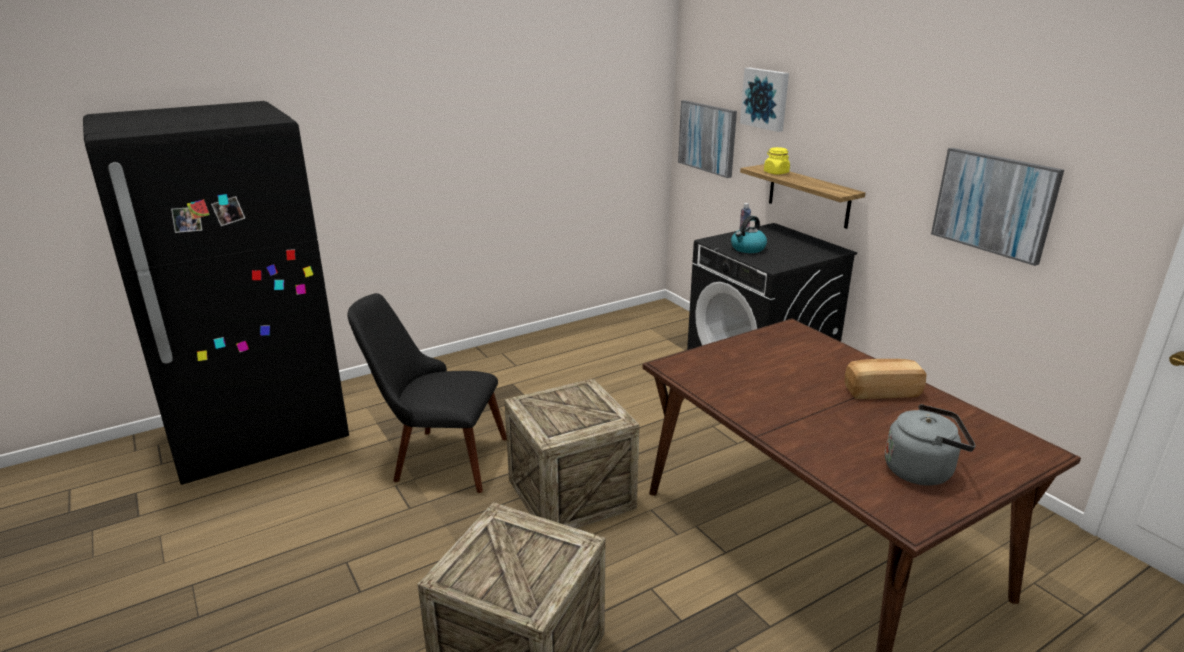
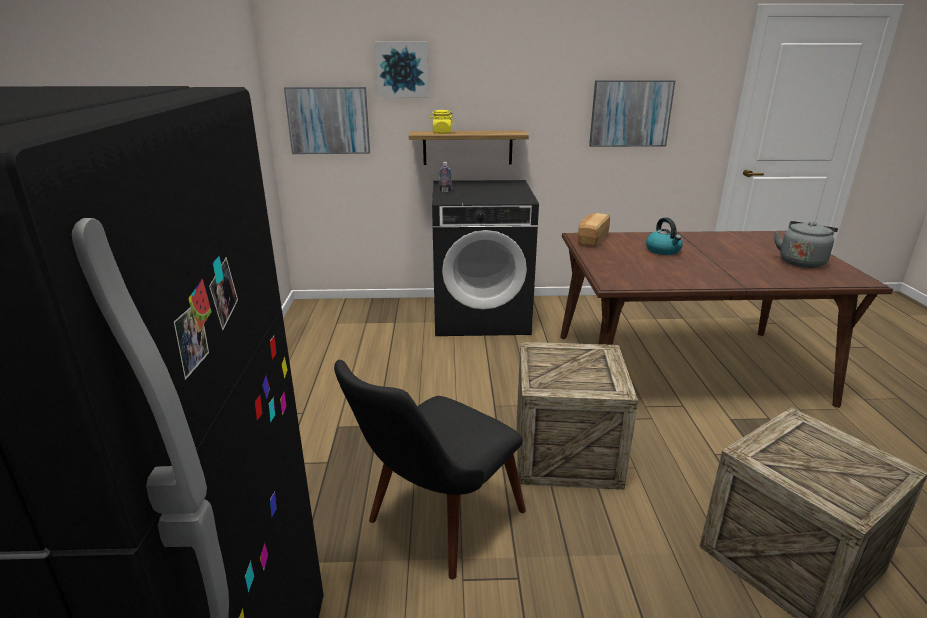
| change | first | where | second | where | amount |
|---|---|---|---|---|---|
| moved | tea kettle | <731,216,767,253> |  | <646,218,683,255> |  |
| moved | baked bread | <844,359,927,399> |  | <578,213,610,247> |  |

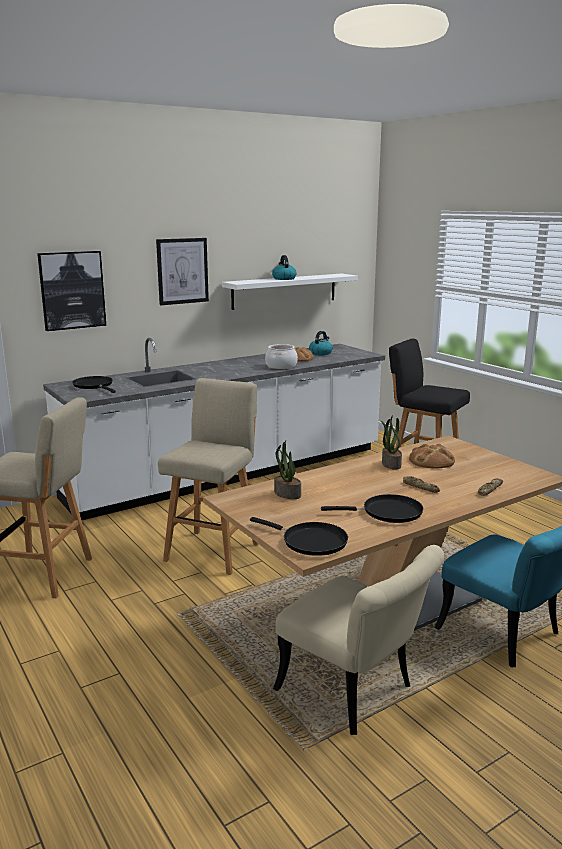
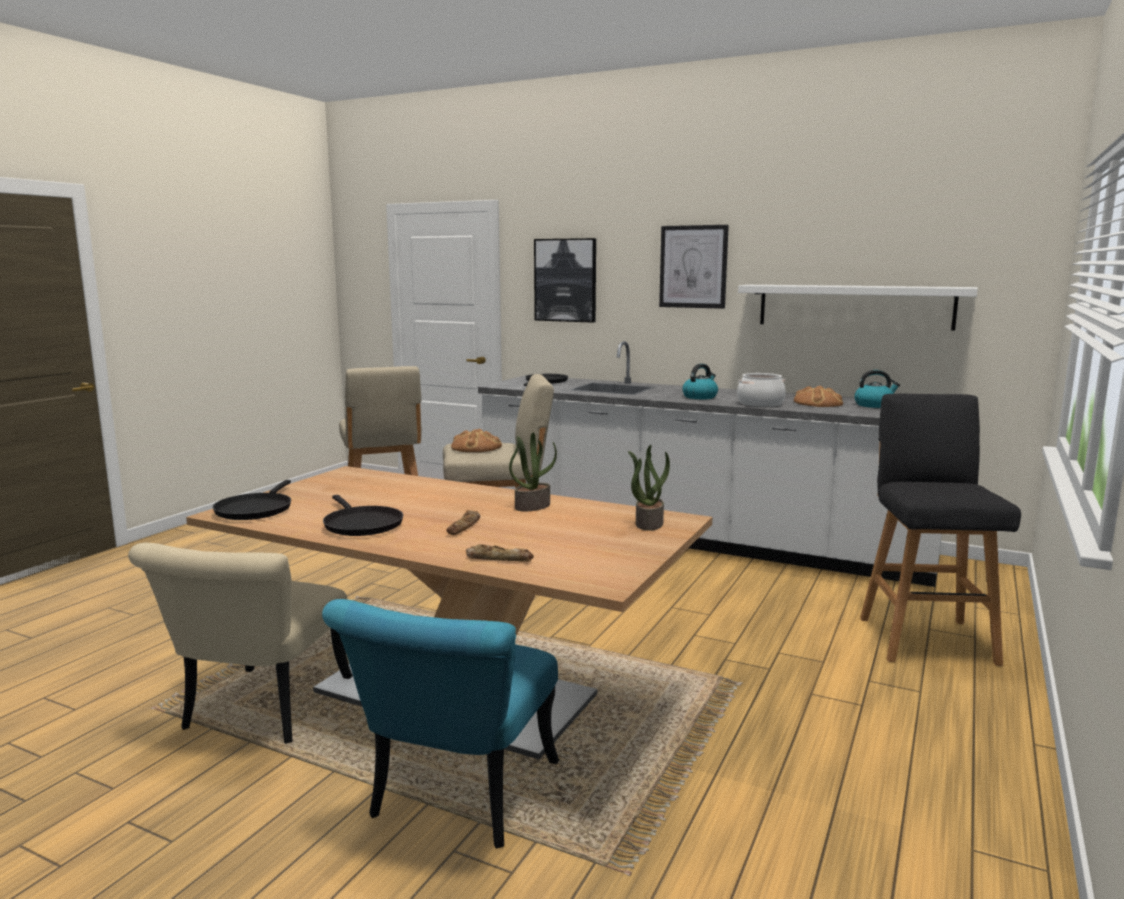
| change | first | where | second | where | amount |
|---|---|---|---|---|---|
| moved | tea kettle | <272,255,297,280> |  | <682,364,718,399> |  |
| moved | potted plant | <274,440,301,499> |  | <628,445,670,531> |  |
| moved | baked bread | <409,444,455,468> |  | <451,429,502,452> |  |

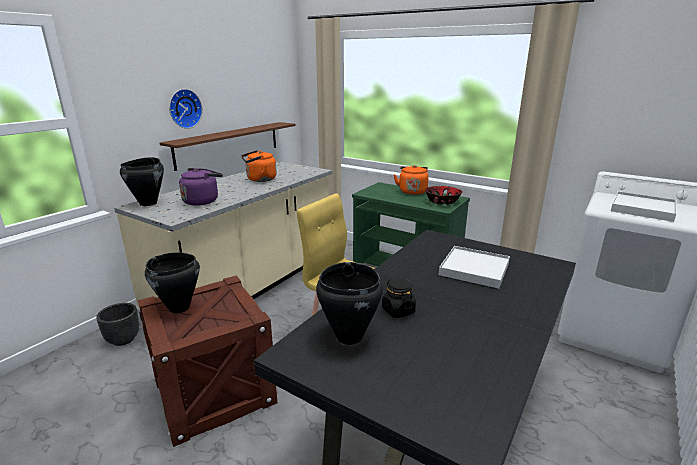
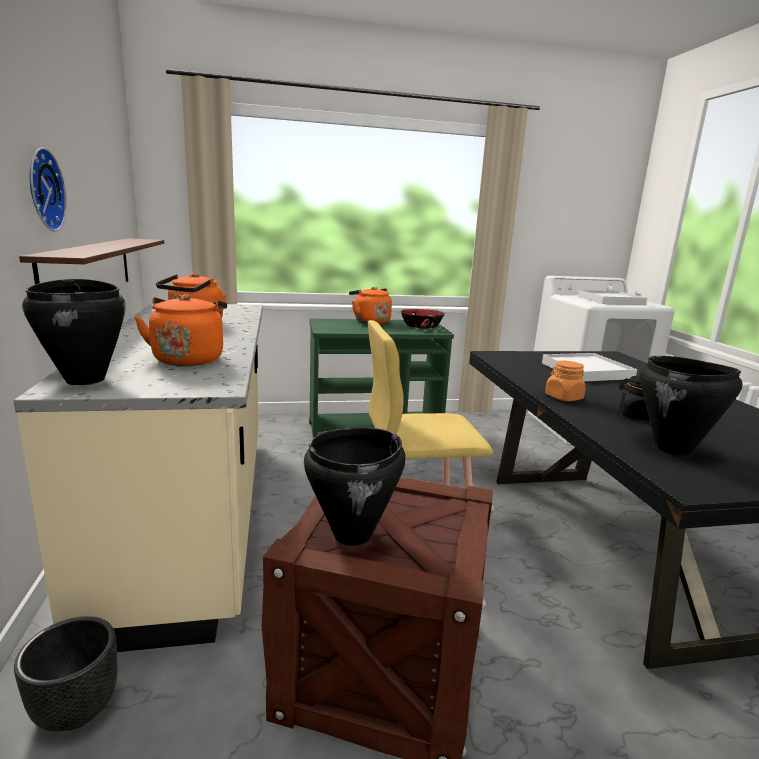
| change | first | where | second | where | amount |
|---|---|---|---|---|---|
| recoloured | tea kettle (purplish) | <179,168,223,206> | tea kettle (orange-coloured) | <134,294,227,366> |  |
| added |  |  | storage jar (orange-coloured) | <545,361,586,401> |  |

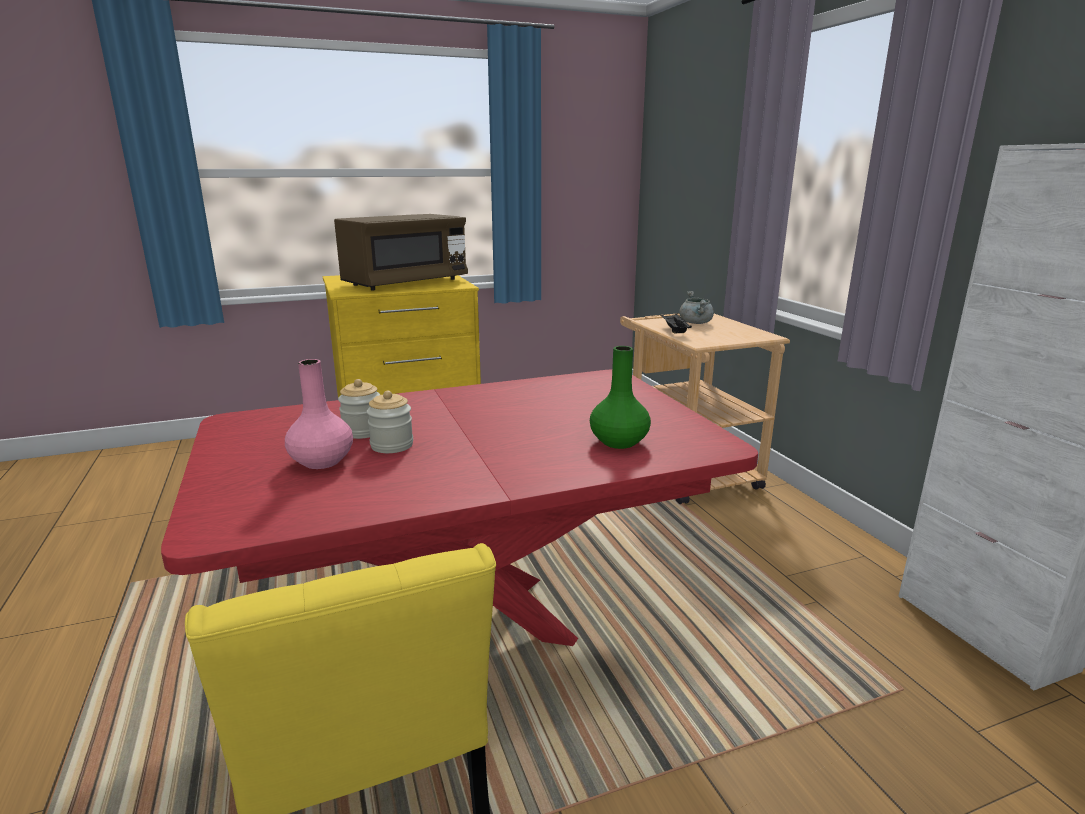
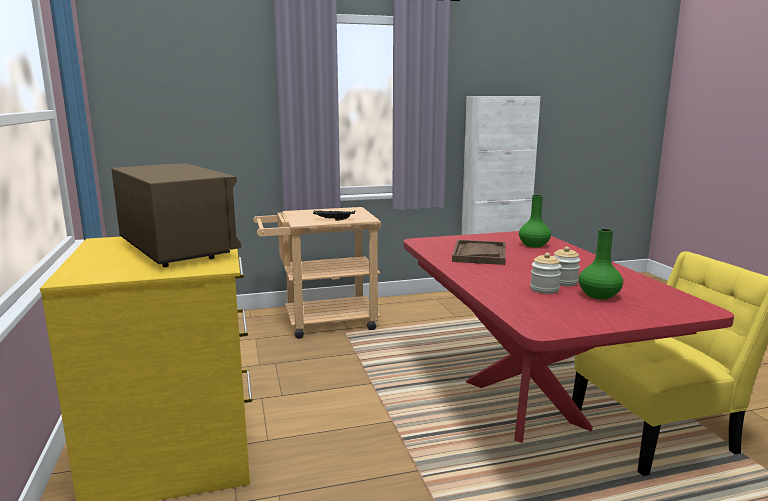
| change | first | where | second | where | amount |
|---|---|---|---|---|---|
| recoloured | decorative vase (pink) | <285,359,353,469> | decorative vase (green-coloured) | <579,229,623,299> |  |
| removed | saucepot (gray) | <679,291,714,324> |  |  |  |
| added |  |  | tray (brownish) | <452,240,505,265> |  |

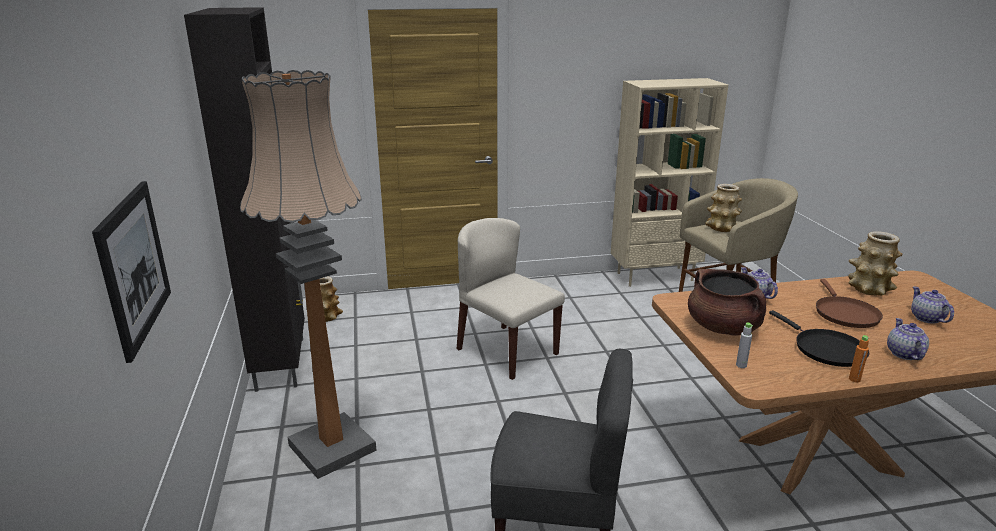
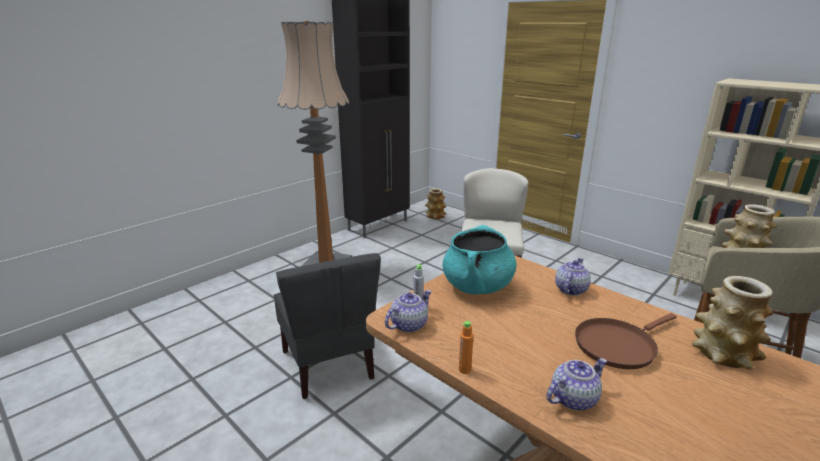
| change | first | where | second | where | amount |
|---|---|---|---|---|---|
| removed | picture | <92,181,171,363> |  |  |  |
| recoloured | saucepot (brownish) | <688,269,766,336> | saucepot (turquoise-coloured) | <443,225,517,294> |  |
| removed | frying pan (black) | <769,310,869,367> |  |  |  |
| moved | tea pot | <911,287,954,324> |  | <385,290,431,332> |  |

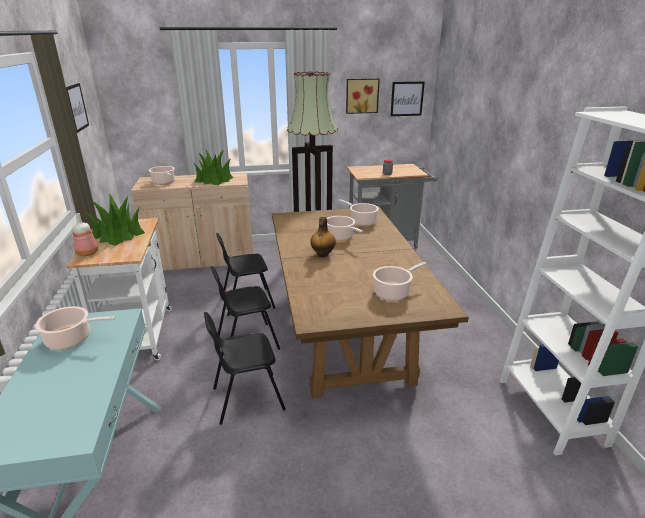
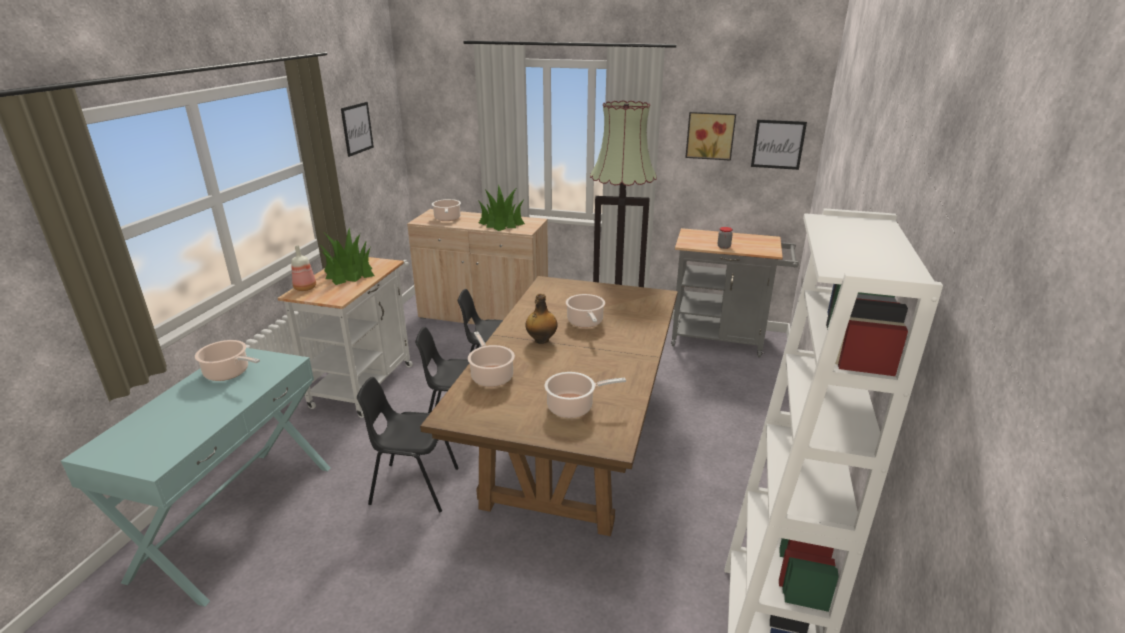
| change | first | where | second | where | amount |
|---|---|---|---|---|---|
| moved | saucepot | <338,199,379,226> |  | <468,332,515,387> |  |

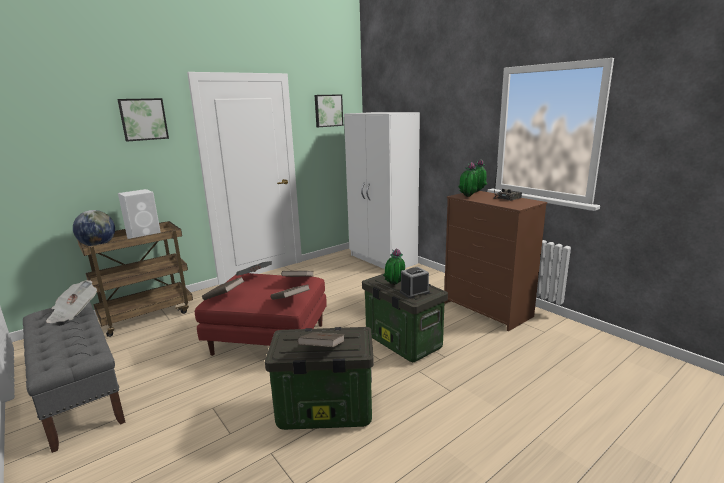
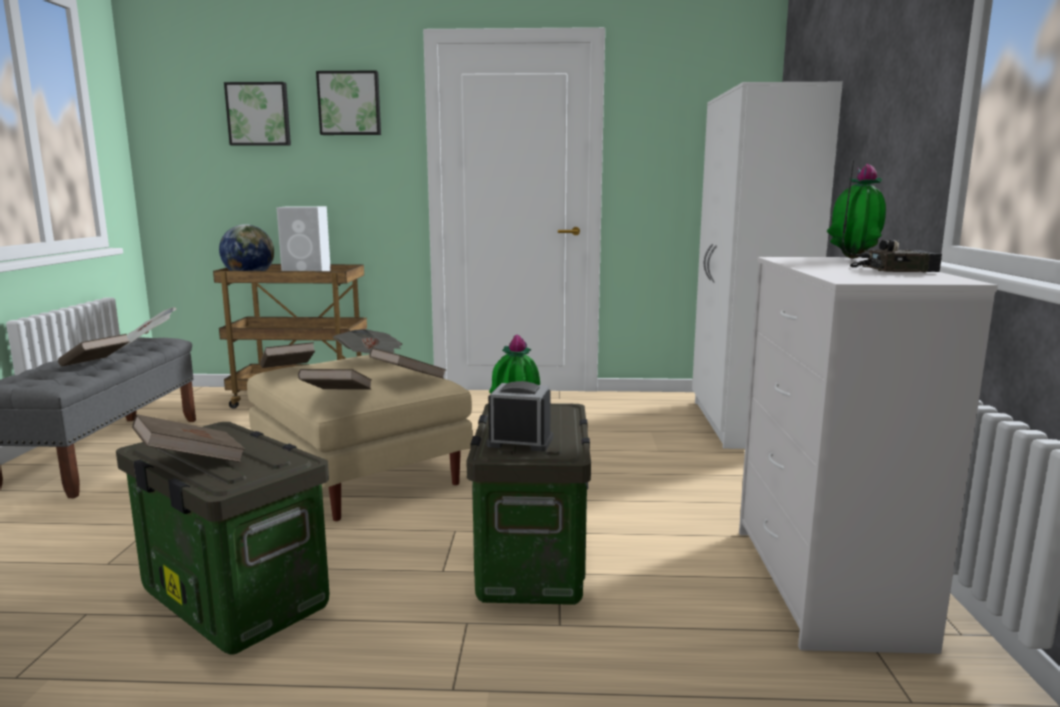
| change | first | where | second | where | amount |
|---|---|---|---|---|---|
| recoloured | footrest (reddish) | <195,273,327,356> | footrest (beige) | <247,355,473,521> |  |
| moved | picture | <315,94,343,127> |  | <224,82,291,146> |  |
| recoloured | drawer chest (brownish) | <444,191,547,331> | drawer chest (white) | <739,257,998,654> |  |
| removed | potted plant | <458,162,479,197> |  |  |  |
| added |  |  | volume (brownish) | <58,334,130,366> |  |

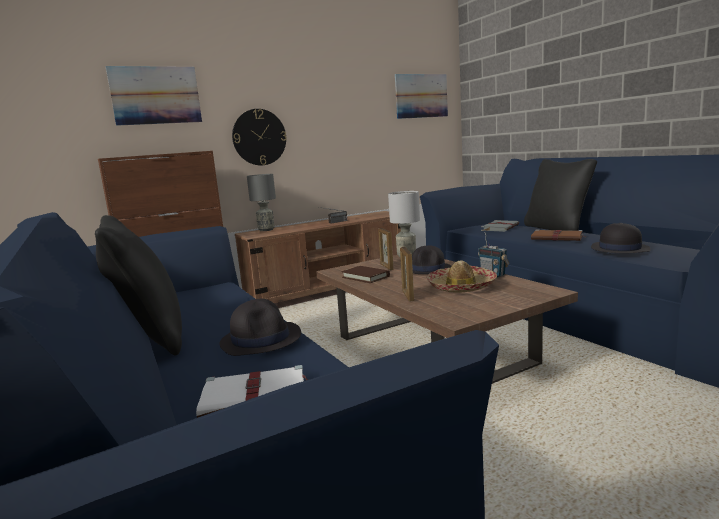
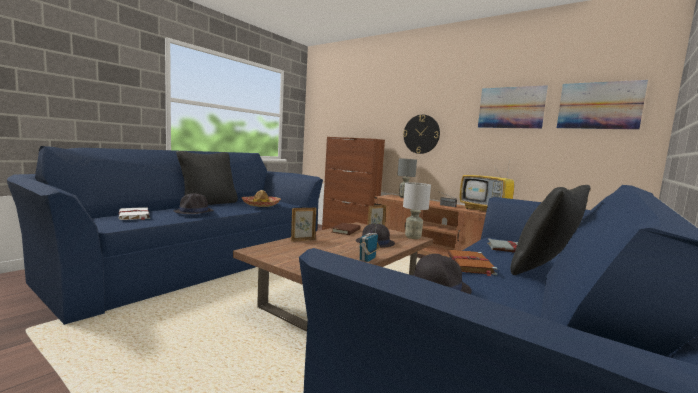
| change | first | where | second | where | amount |
|---|---|---|---|---|---|
| moved | picture | <106,66,202,126> |  | <478,85,548,129> |  |
| moved | clothing hat | <427,260,497,293> |  | <242,190,281,207> |  |
| added |  |  | TV | <460,158,514,211> |  |

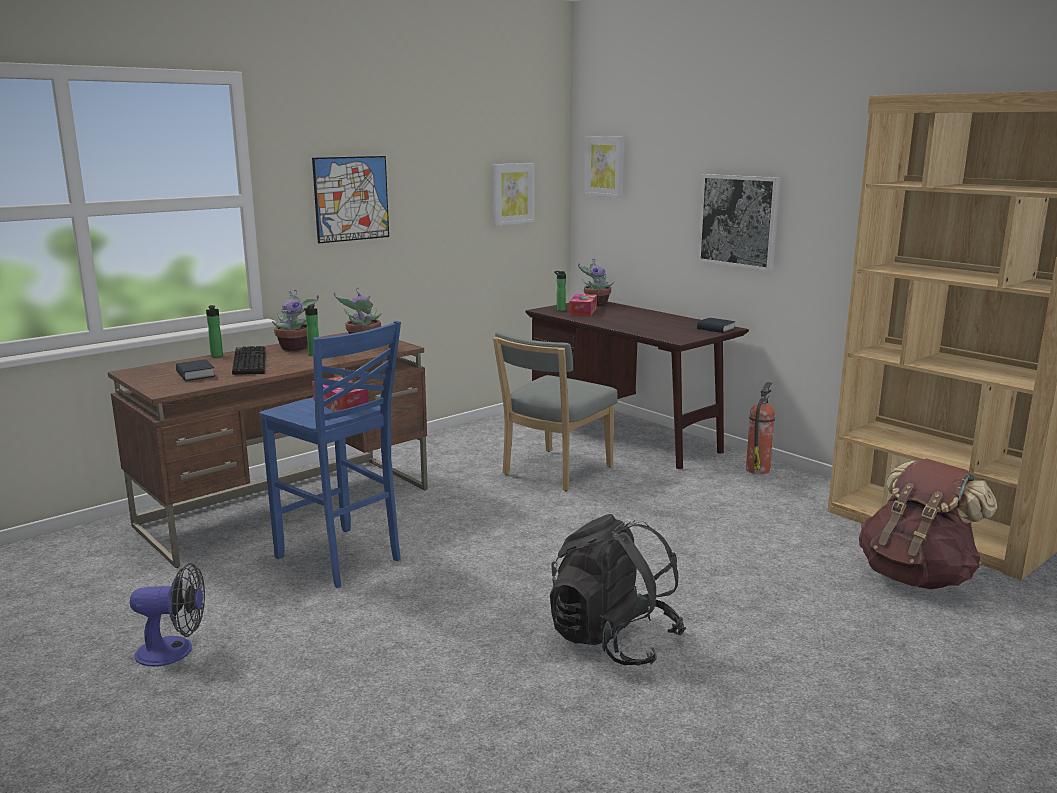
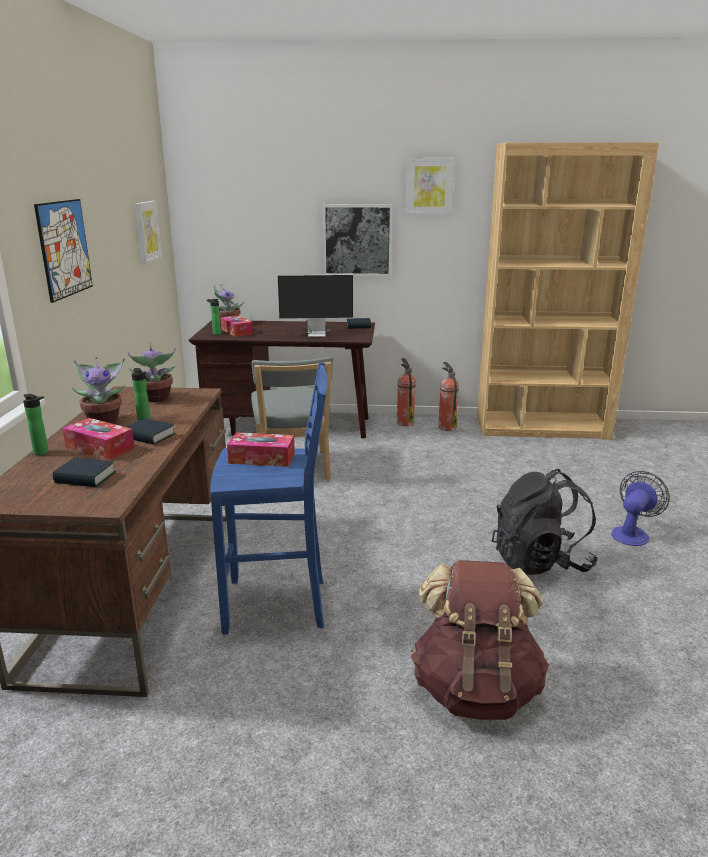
| change | first | where | second | where | amount |
|---|---|---|---|---|---|
| moved | electric fan | <130,563,205,667> |  | <612,471,670,546> |  |
| replaced | computer keyboard | <232,346,265,375> | tissue box | <62,418,135,460> |  |
| moved | picture | <584,136,625,198> |  | <406,158,455,215> |  |
| moved | knapsack (brownish) | <859,459,997,589> |  | <411,560,549,720> |  |
| added |  |  | volume | <126,418,175,445> |  |
| added |  |  | monitor | <255,274,353,337> |  |
| added |  |  | fire extinguisher | <438,362,459,431> |  |

